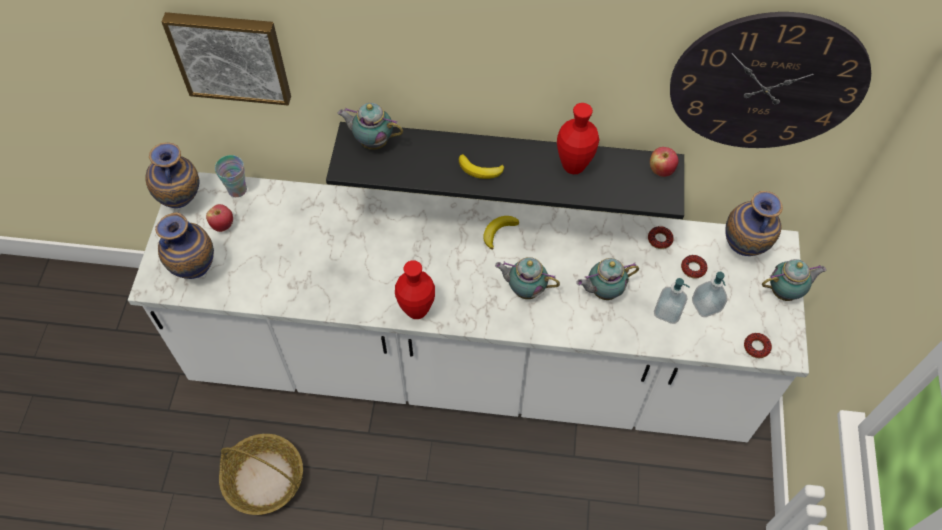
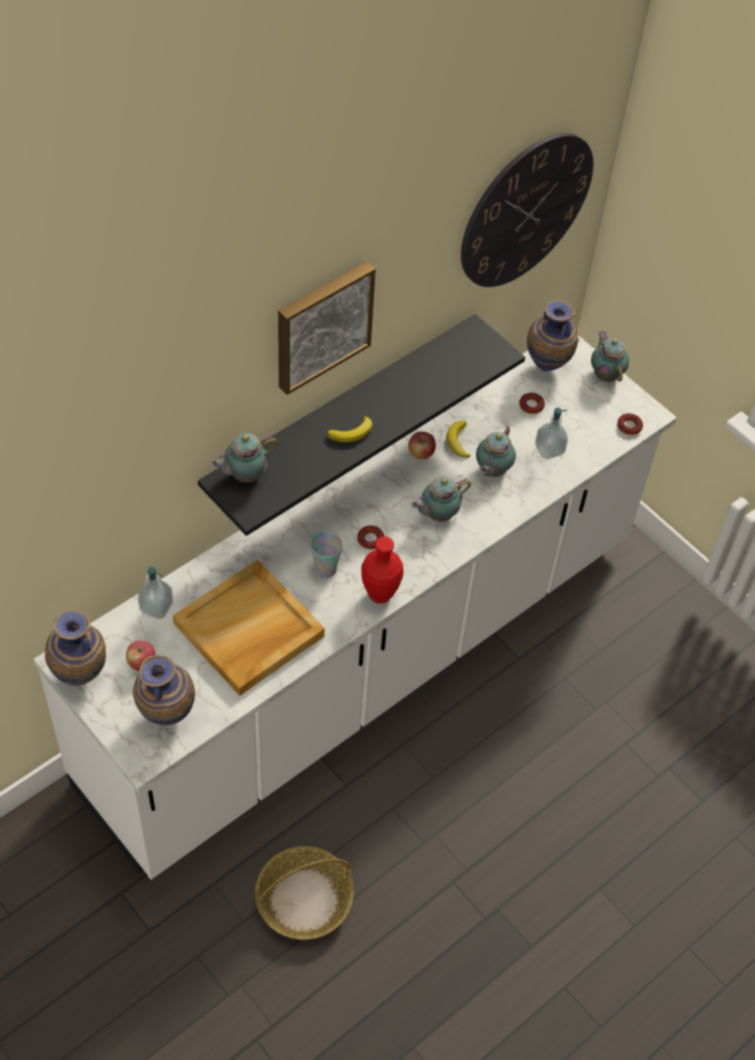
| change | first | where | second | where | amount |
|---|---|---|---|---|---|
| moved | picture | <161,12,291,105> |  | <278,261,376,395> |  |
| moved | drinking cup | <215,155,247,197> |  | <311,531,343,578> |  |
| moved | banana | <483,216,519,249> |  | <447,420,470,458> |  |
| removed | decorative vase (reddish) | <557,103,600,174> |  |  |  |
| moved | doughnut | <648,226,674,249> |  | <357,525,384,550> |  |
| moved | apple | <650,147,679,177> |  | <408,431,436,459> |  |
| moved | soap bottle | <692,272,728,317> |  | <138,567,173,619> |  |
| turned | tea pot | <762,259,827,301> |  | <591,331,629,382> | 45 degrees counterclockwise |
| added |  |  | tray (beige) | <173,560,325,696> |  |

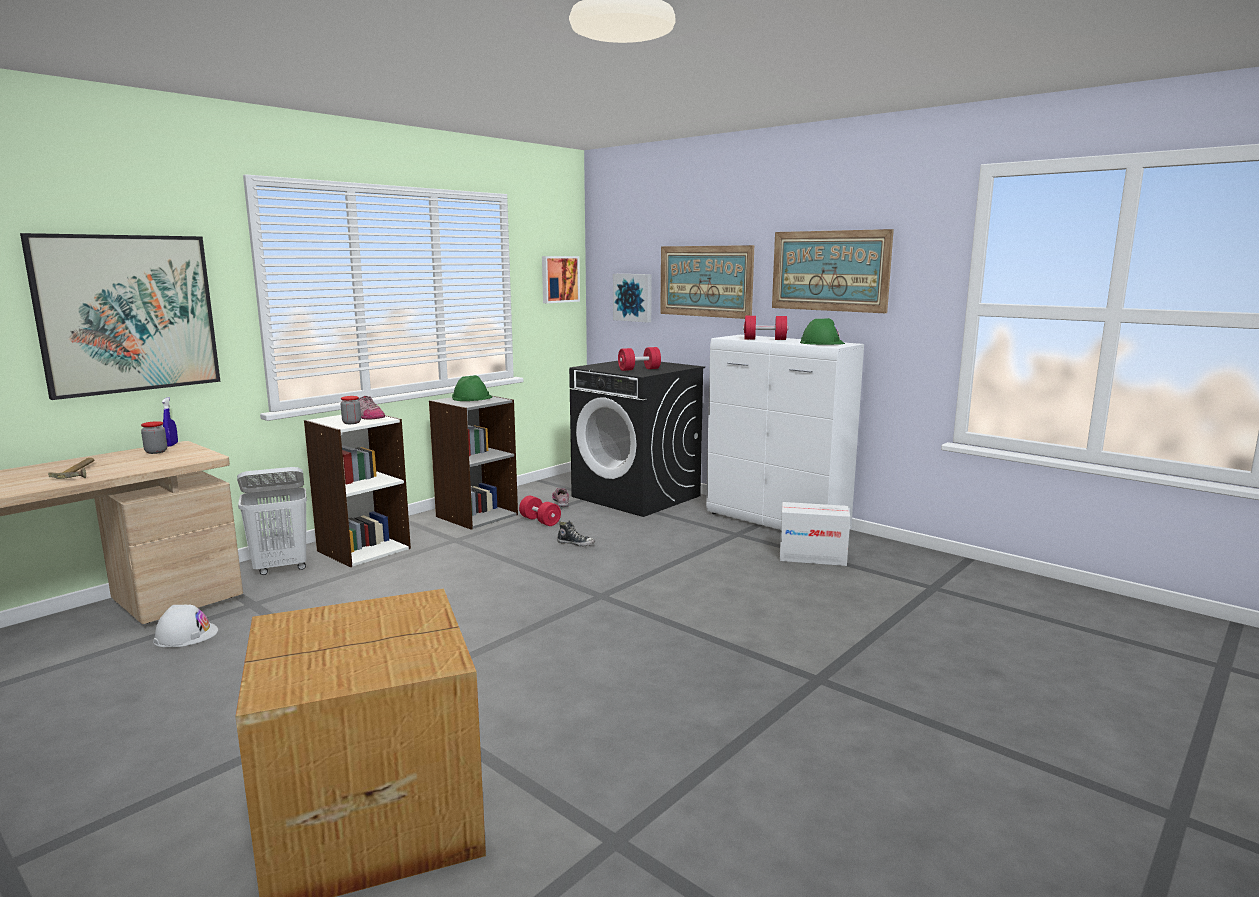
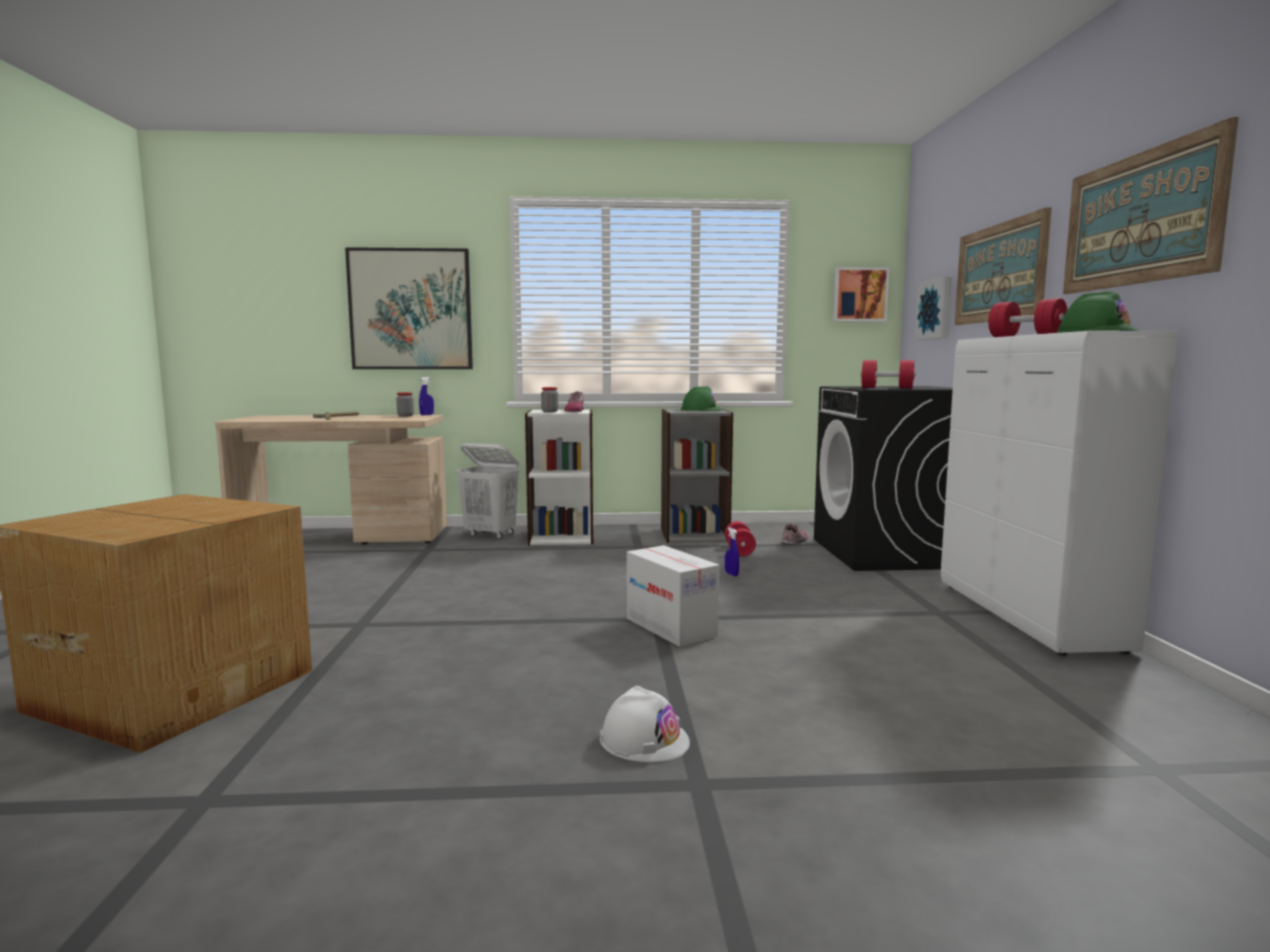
| change | first | where | second | where | amount |
|---|---|---|---|---|---|
| moved | work helmet (white) | <153,605,218,648> |  | <600,685,690,762> |  |
| replaced | shoe | <557,520,595,547> | spray bottle (blue) | <725,527,739,576> |  |
| moved | packing box | <779,502,850,566> |  | <627,545,720,647> |  |

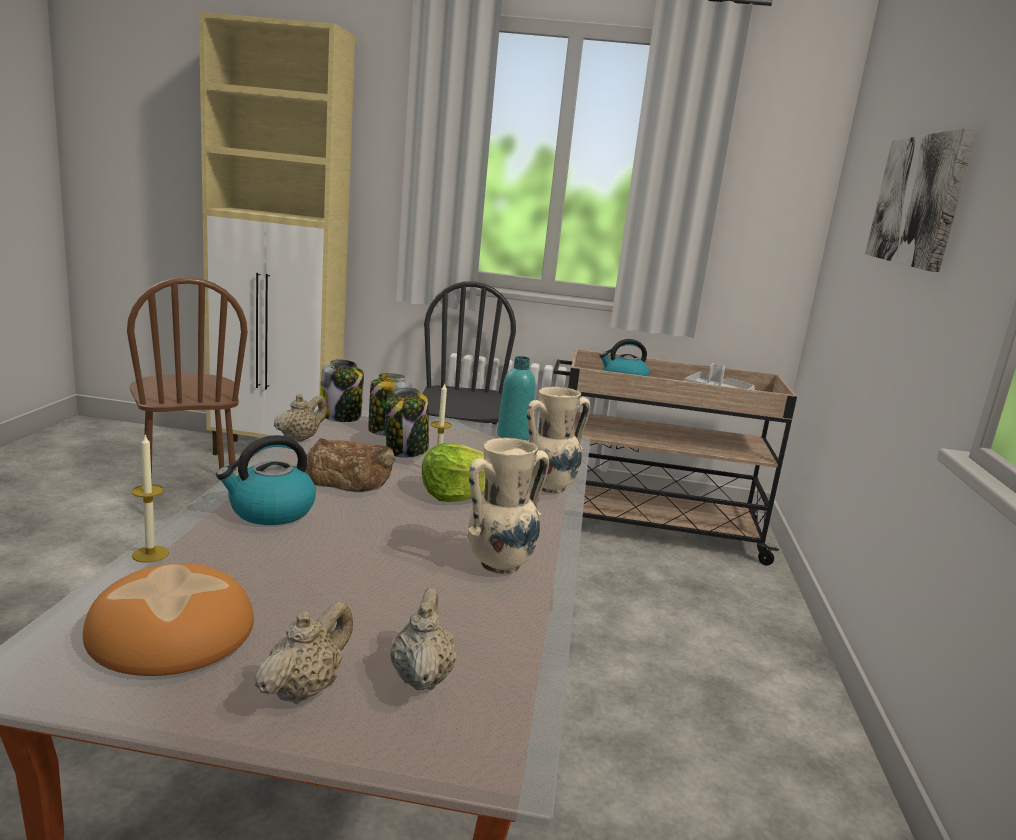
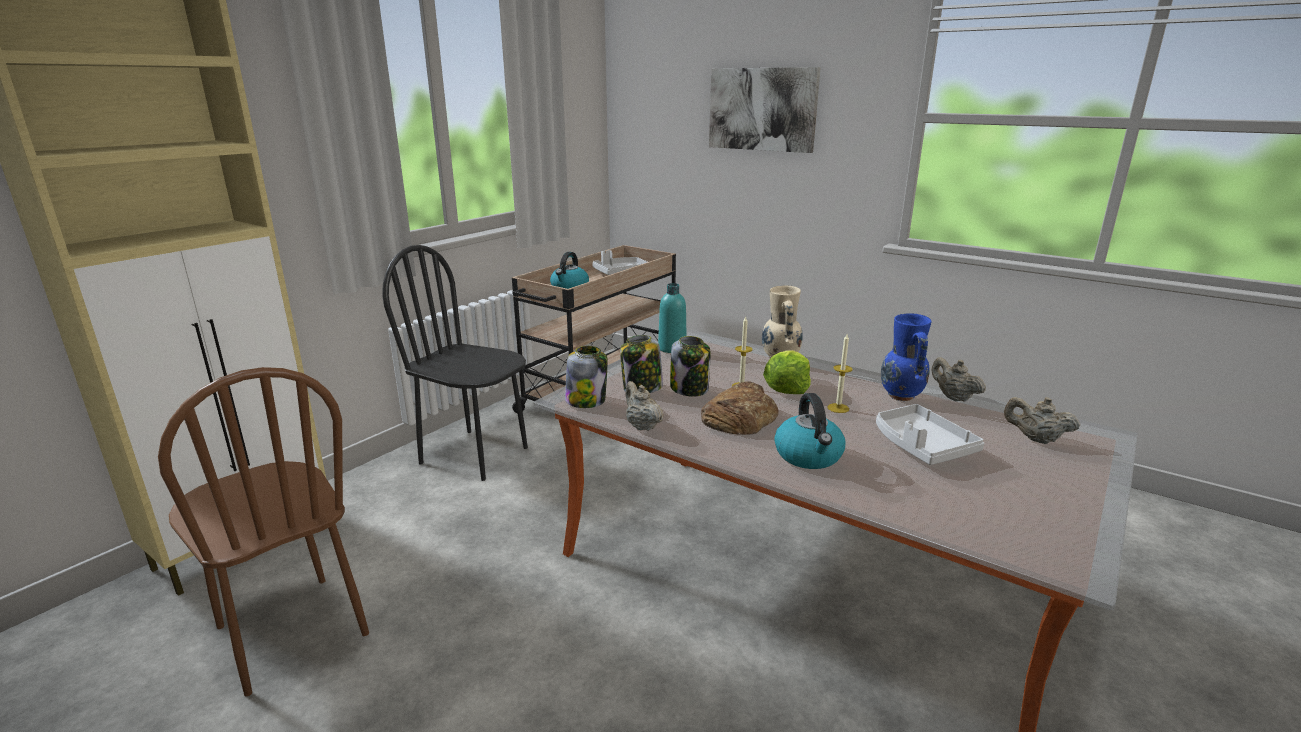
| change | first | where | second | where | amount |
|---|---|---|---|---|---|
| removed | baked bread | <83,563,254,676> |  |  |  |
| turned | chair (brownish) | <127,277,248,482> |  | <158,367,369,697> | 45 degrees clockwise |
| moved | candle | <131,434,169,563> |  | <827,334,852,413> |  |
| moved | tea pot (beige) | <255,601,353,704> |  | <931,357,986,402> |  |
| recoloured | decorative vase (beige) | <468,438,549,574> | decorative vase (blue) | <881,313,932,401> |  |
| added |  |  | tray (gray) | <876,404,984,465> |  |

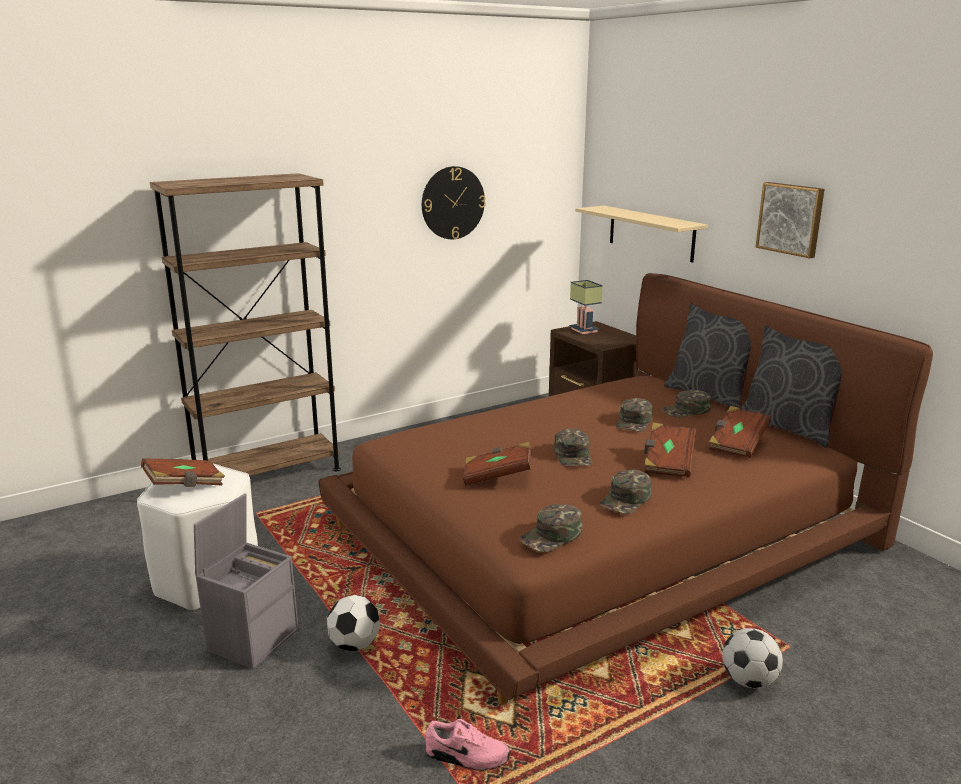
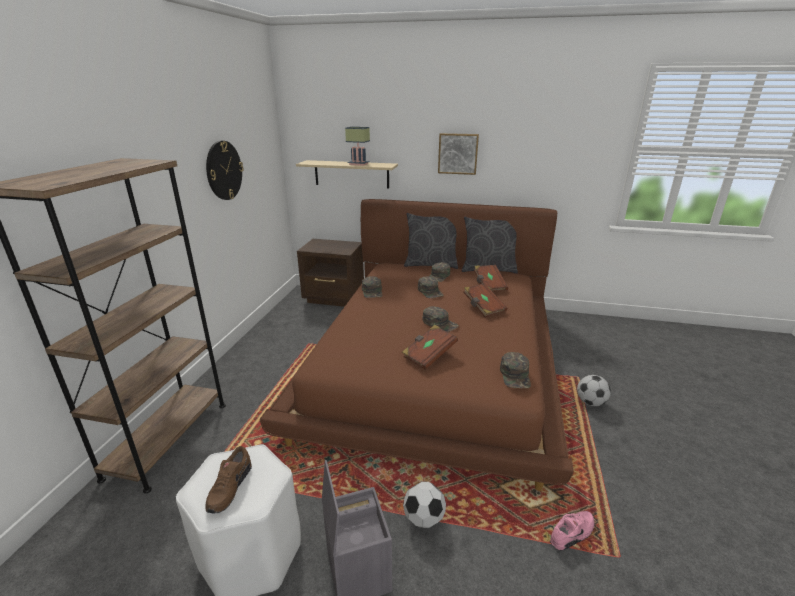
| change | first | where | second | where | amount |
|---|---|---|---|---|---|
| replaced | volume (brownish) | <141,459,225,487> | shoe (brownish) | <205,446,252,513> |  |
| moved | tabletop lamp | <569,280,603,334> |  | <345,127,370,166> |  |
| moved | baseball cap (green-coloured) | <600,470,651,514> |  | <362,276,382,298> |  |

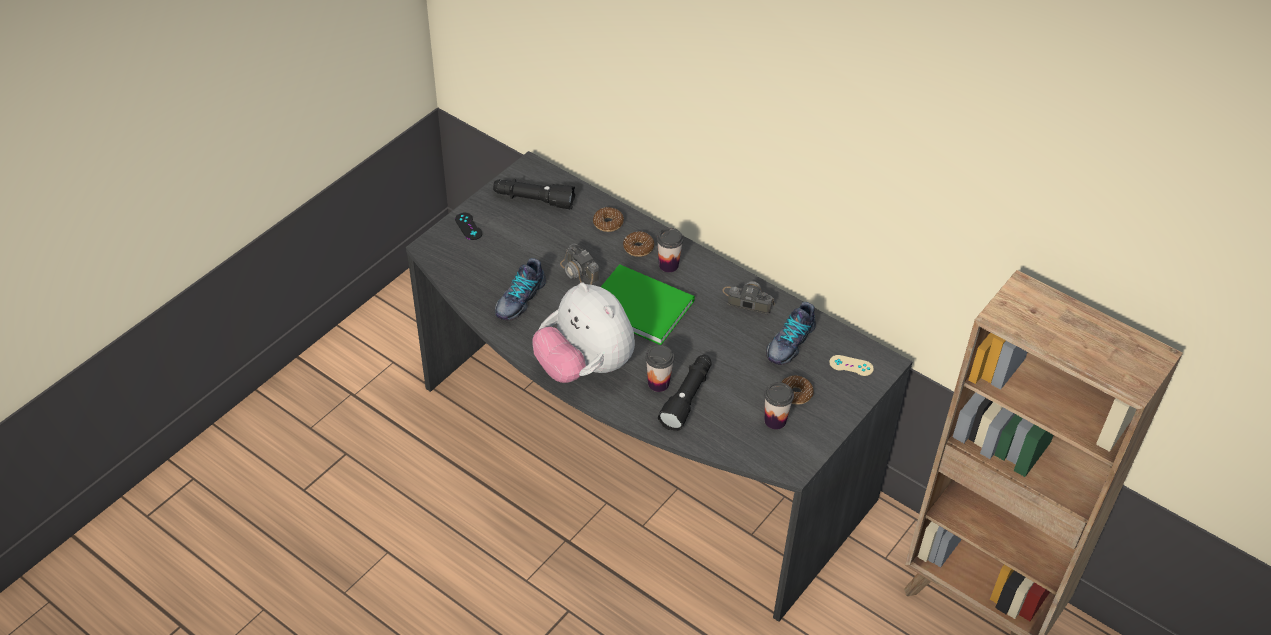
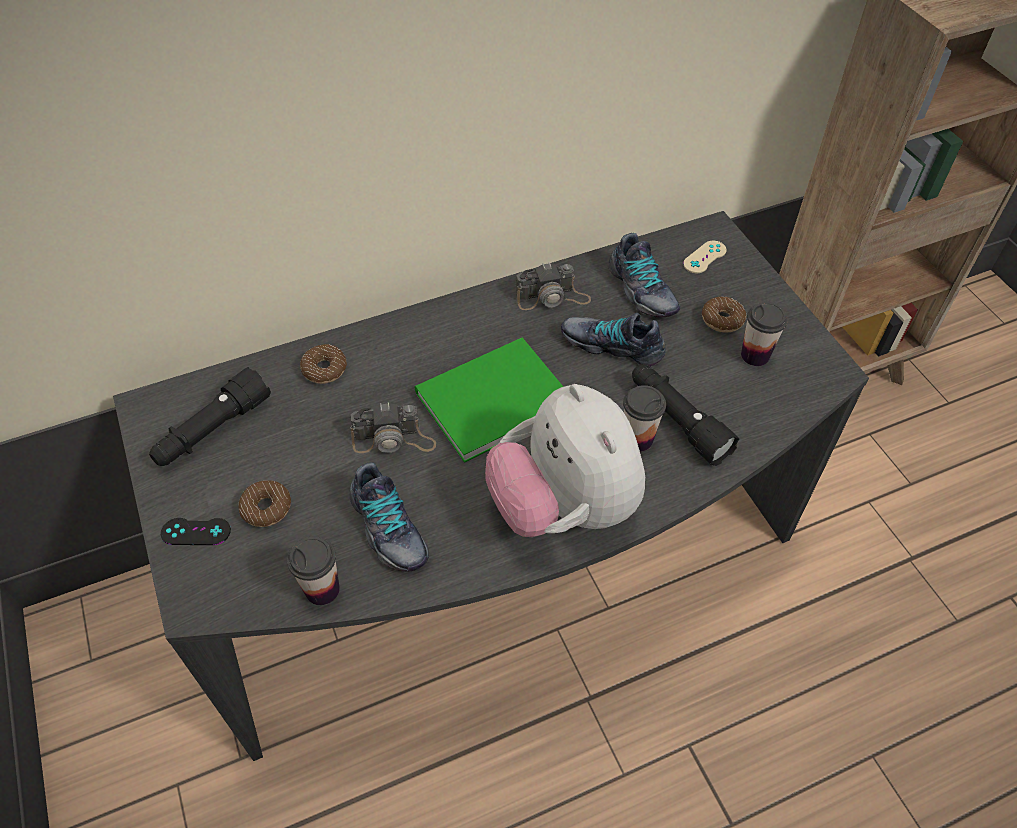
| change | first | where | second | where | amount |
|---|---|---|---|---|---|
| turned | plush toy | <533,282,635,383> |  | <485,384,645,537> | 75 degrees clockwise |
| moved | doughnut | <623,231,654,257> |  | <239,480,291,527> |  |
| moved | drinking cup | <657,228,684,273> |  | <287,536,340,605> |  |
| turned | still camera | <722,281,775,315> |  | <516,262,591,310> | 150 degrees counterclockwise |
| added |  |  | shoe | <561,313,666,366> |  |

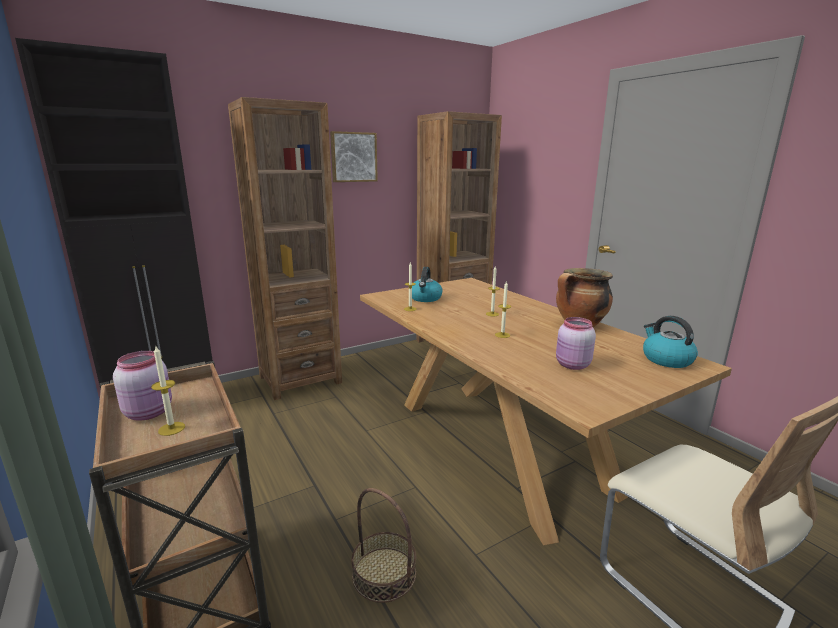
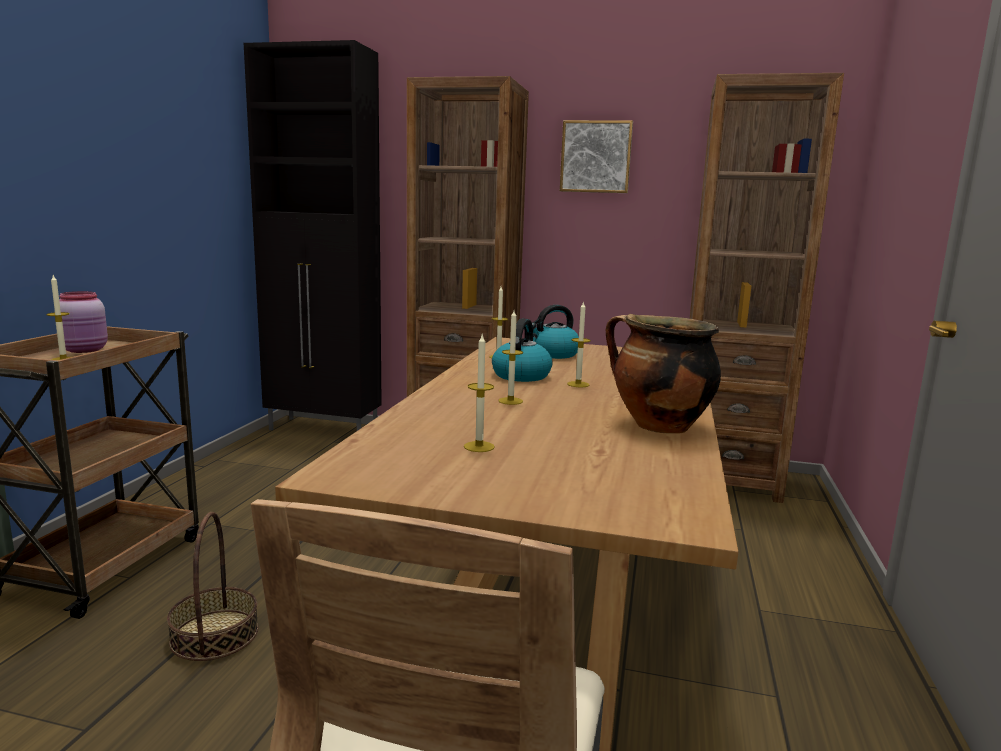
| change | first | where | second | where | amount |
|---|---|---|---|---|---|
| replaced | storage jar (pink) | <556,317,596,370> | candle | <464,335,495,452> |  |
| moved | tea kettle | <643,316,698,368> |  | <492,318,553,382> |  |

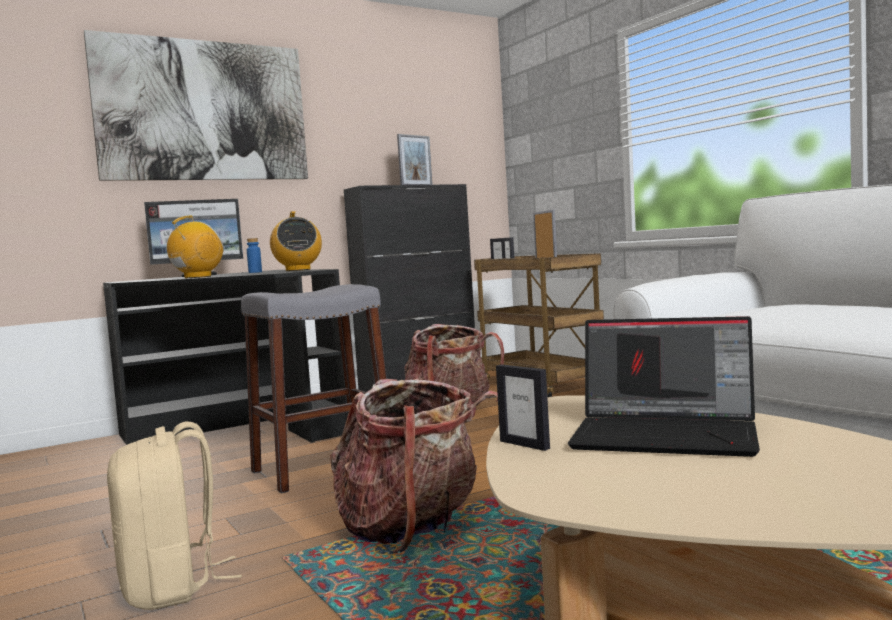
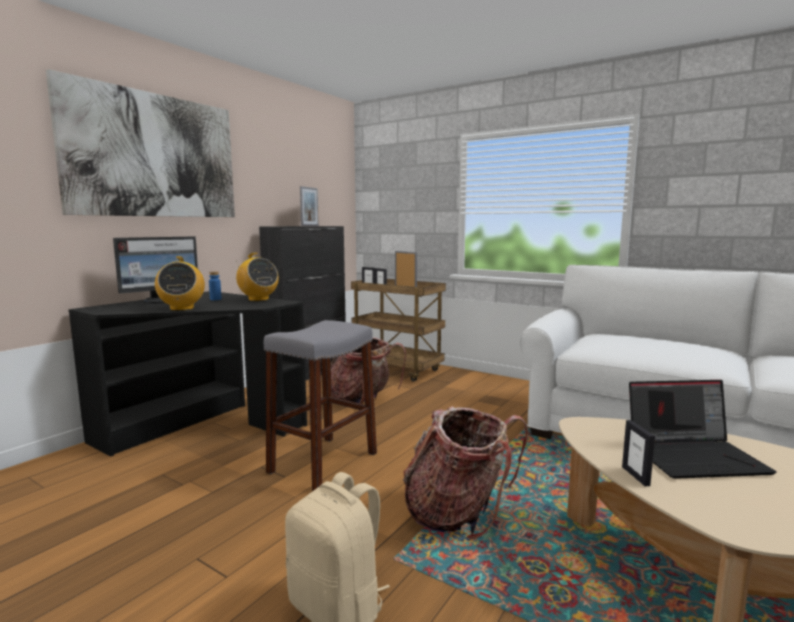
| change | first | where | second | where | amount |
|---|---|---|---|---|---|
| turned | radio set | <167,216,224,278> |  | <155,256,205,311> | 150 degrees clockwise |
| turned | picture frame | <496,364,550,451> |  | <622,420,655,486> | 60 degrees clockwise |

